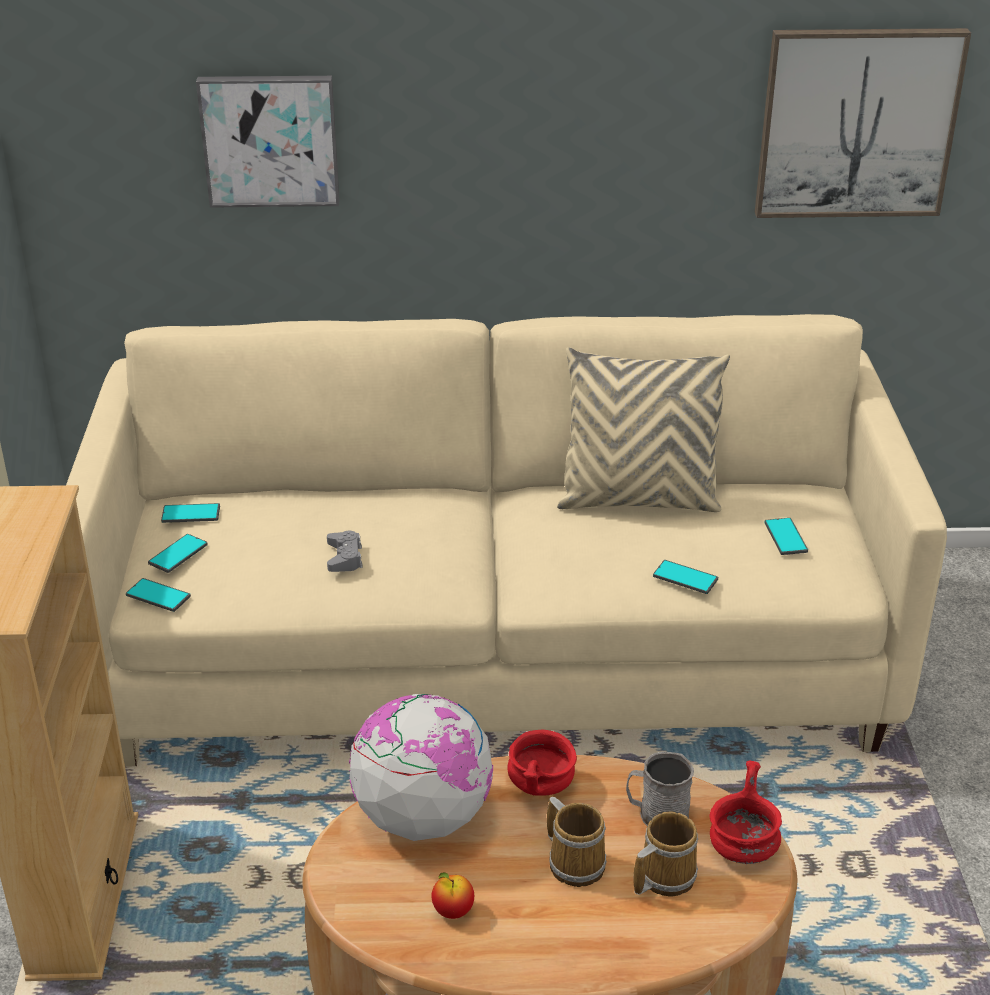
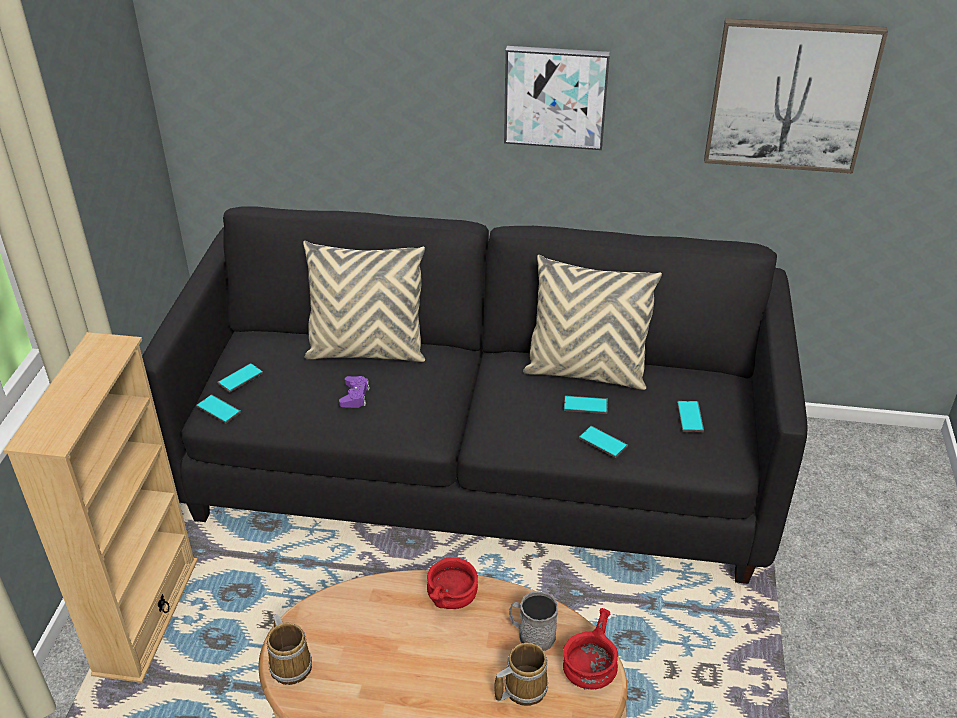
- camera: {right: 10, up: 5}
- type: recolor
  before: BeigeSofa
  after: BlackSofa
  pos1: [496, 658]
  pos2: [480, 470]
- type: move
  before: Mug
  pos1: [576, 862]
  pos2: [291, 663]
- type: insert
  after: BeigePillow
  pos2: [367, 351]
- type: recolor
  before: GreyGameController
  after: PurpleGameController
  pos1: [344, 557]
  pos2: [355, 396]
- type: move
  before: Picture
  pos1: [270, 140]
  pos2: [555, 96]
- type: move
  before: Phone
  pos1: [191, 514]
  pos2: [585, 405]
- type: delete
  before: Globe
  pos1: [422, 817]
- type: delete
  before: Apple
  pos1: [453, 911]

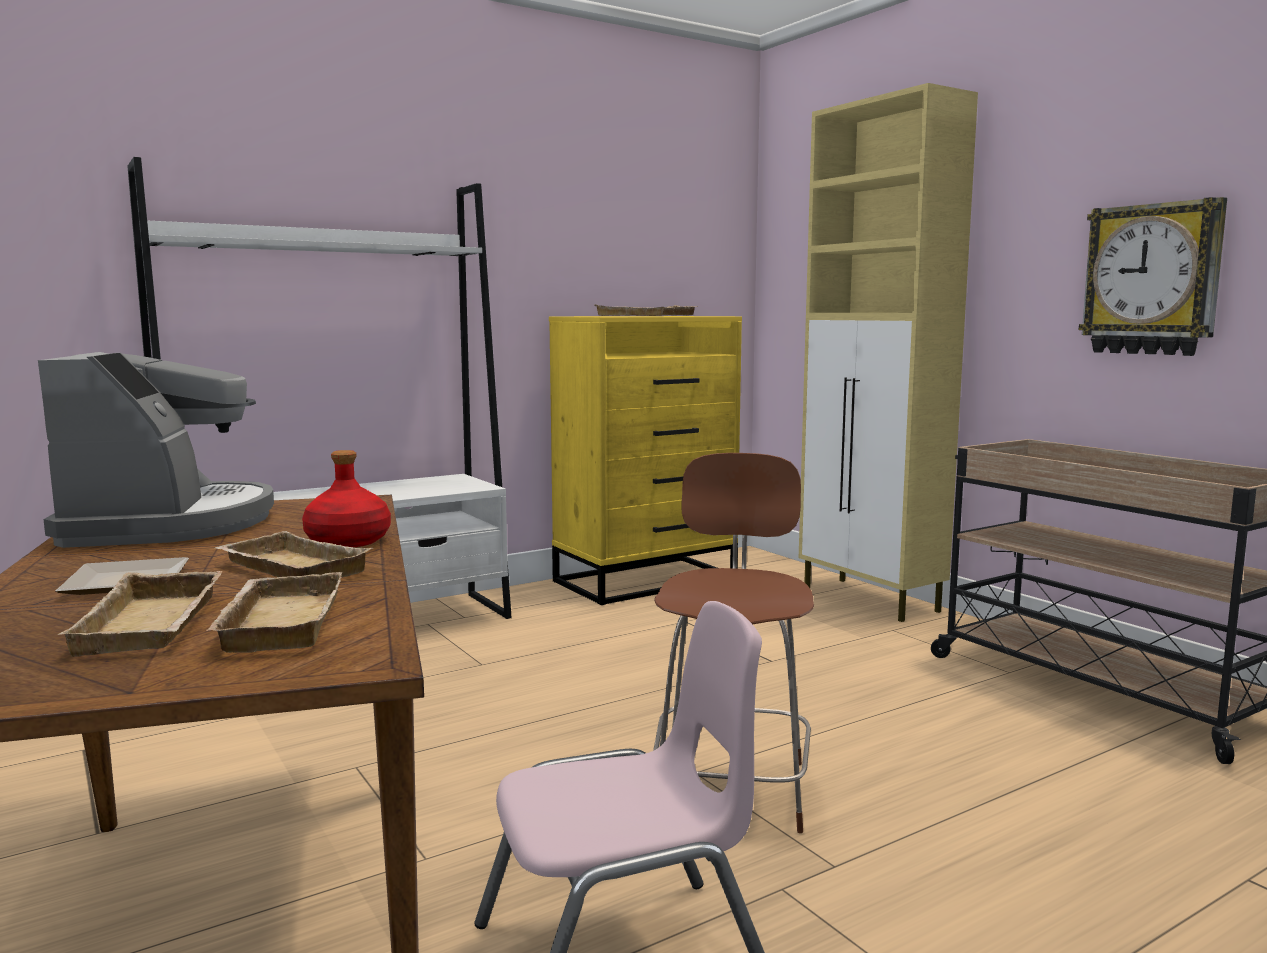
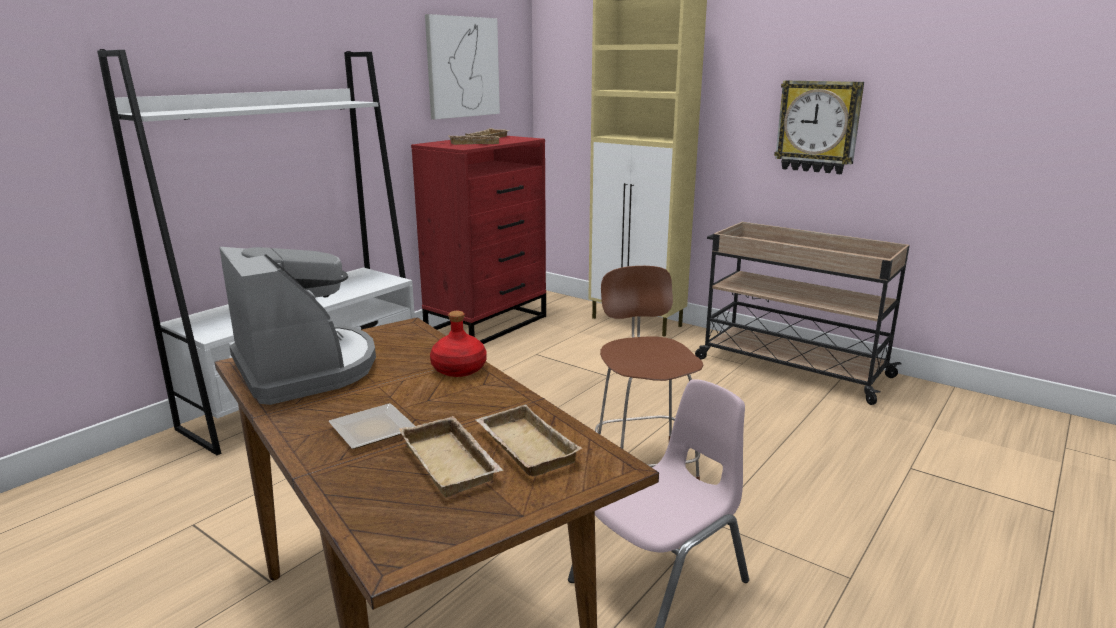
- camera: {right: -20, up: 10}
- type: recolor
  before: YellowDresser
  after: RedDresser
  pos1: [647, 580]
  pos2: [488, 324]
- type: insert
  after: Picture
  pos2: [462, 67]
- type: delete
  before: BeigeTray
  pos1: [288, 569]

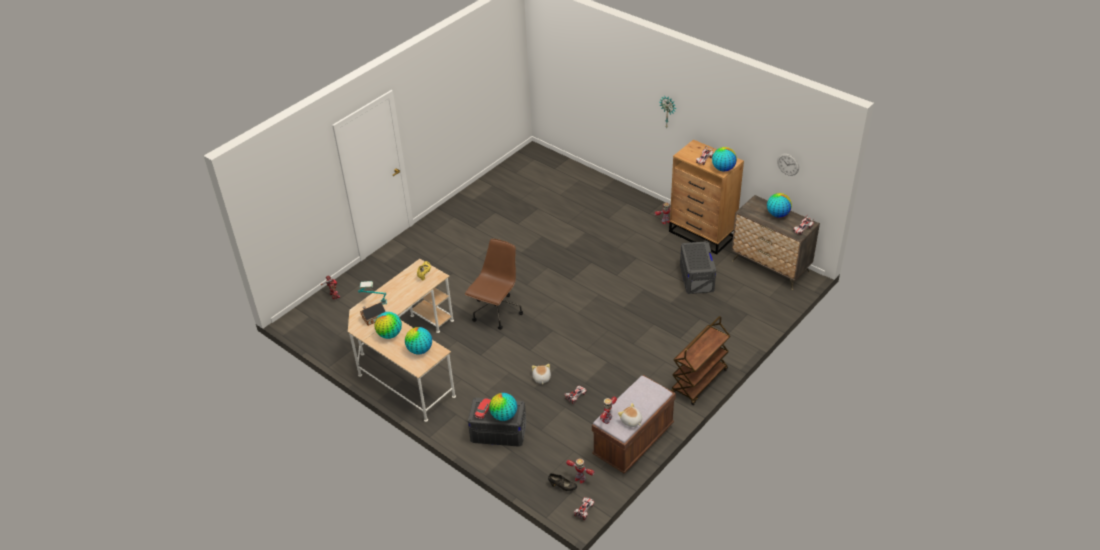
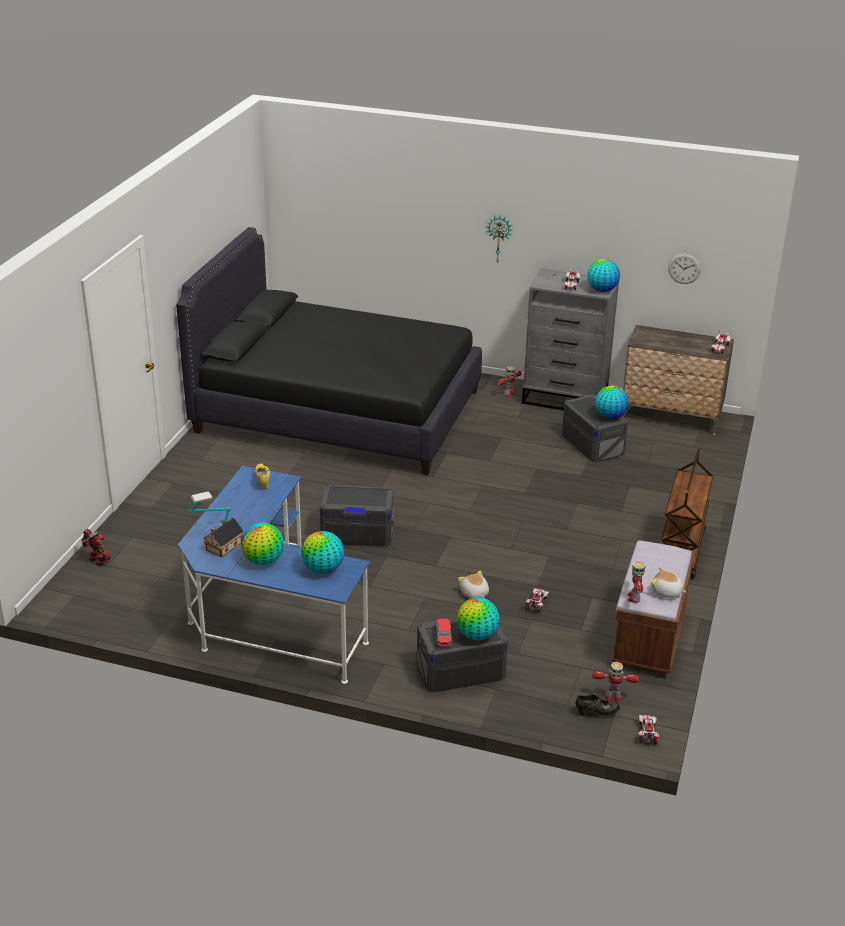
- camera: {right: -25, up: -10}
- type: insert
  after: BlackBed
  pos2: [338, 411]
- type: recolor
  before: BeigeDesk
  after: BlueDesk
  pos1: [407, 360]
  pos2: [266, 616]
- type: replace
  before: BrownOfficeChair
  after: GreyStorageBox
  pos1: [496, 312]
  pos2: [357, 532]
- type: recolor
  before: BrownDresser
  after: GreyDresser
  pos1: [702, 234]
  pos2: [565, 399]
- type: move
  before: Globe
  pos1: [777, 214]
  pos2: [610, 416]

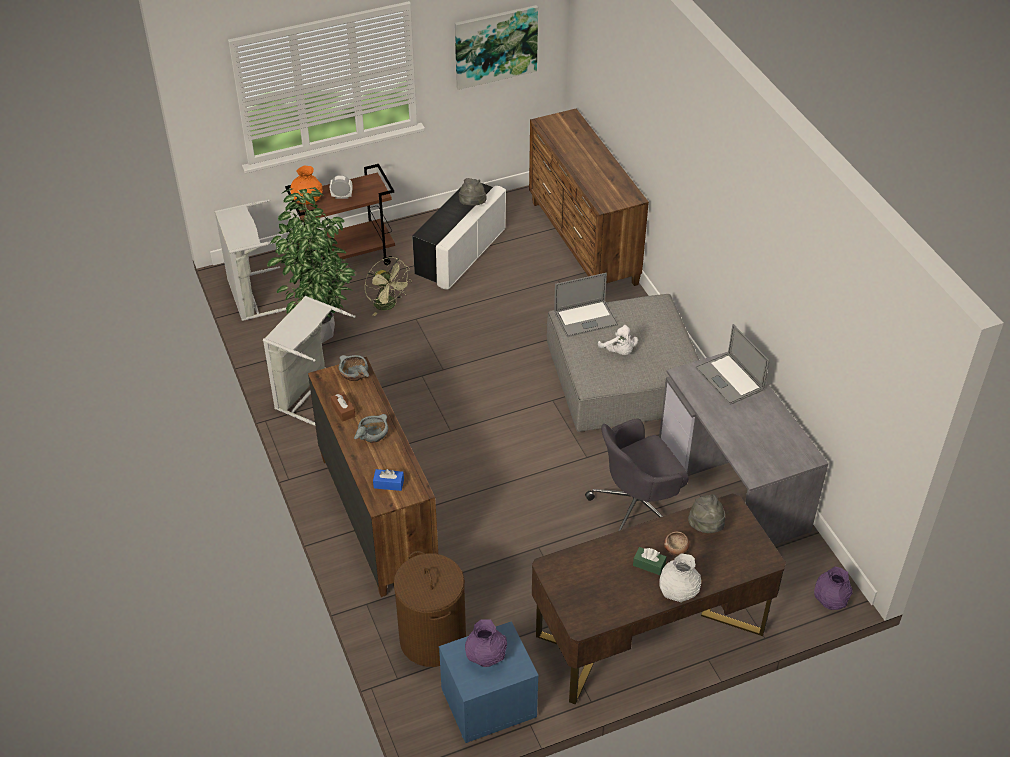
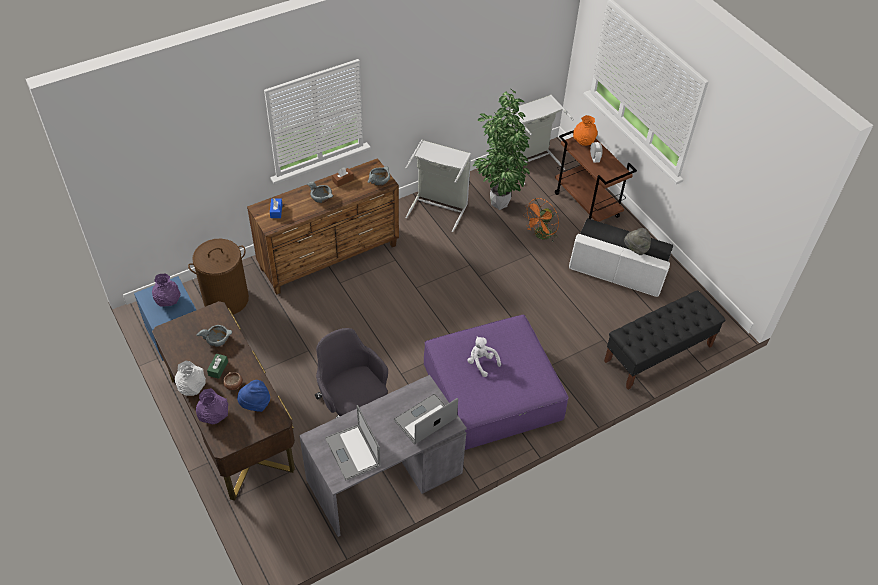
- camera: {right: 80, up: 5}
- type: insert
  after: GreyBowl
  pos2: [217, 340]
- type: move
  before: PurpleVase
  pos1: [830, 600]
  pos2: [214, 416]
- type: recolor
  before: GreyHat
  after: BlueHat
  pos1: [706, 527]
  pos2: [255, 404]
- type: move
  before: Laptop
  pos1: [585, 318]
  pos2: [352, 452]
- type: recolor
  before: GreyOttoman
  after: PurpleOttoman
  pos1: [623, 380]
  pos2: [491, 393]
- type: rotate
  before: WhitePlushToy
  pos1: [619, 352]
  pos2: [481, 362]
  turn: 90
- type: recolor
  before: GreenFan
  after: OrangeFan
  pos1: [388, 306]
  pos2: [541, 236]
- type: replace
  before: BrownDresser
  after: BlackBench
  pos1: [583, 243]
  pos2: [658, 354]
- type: delete
  before: Picture
  pos1: [495, 46]

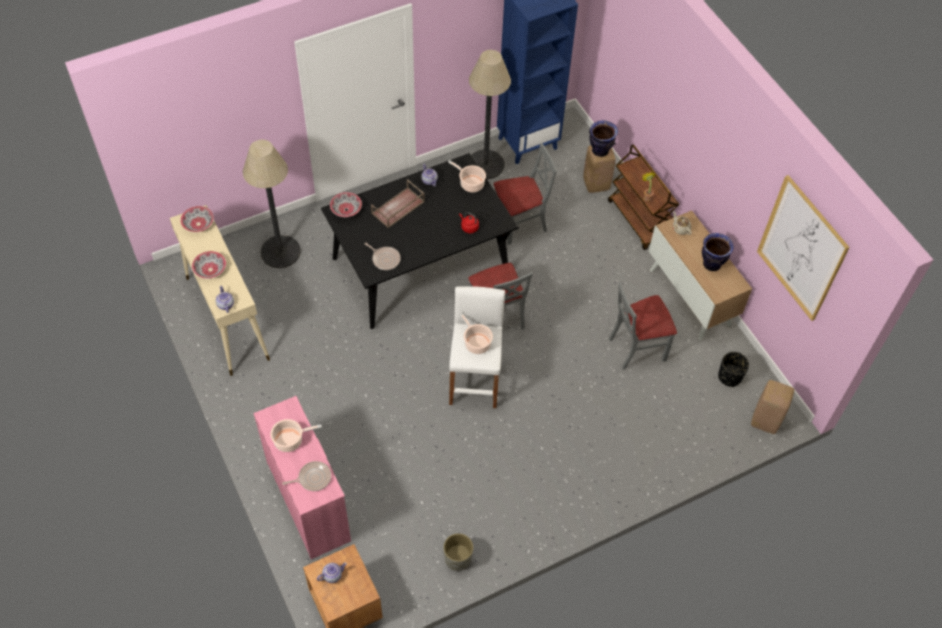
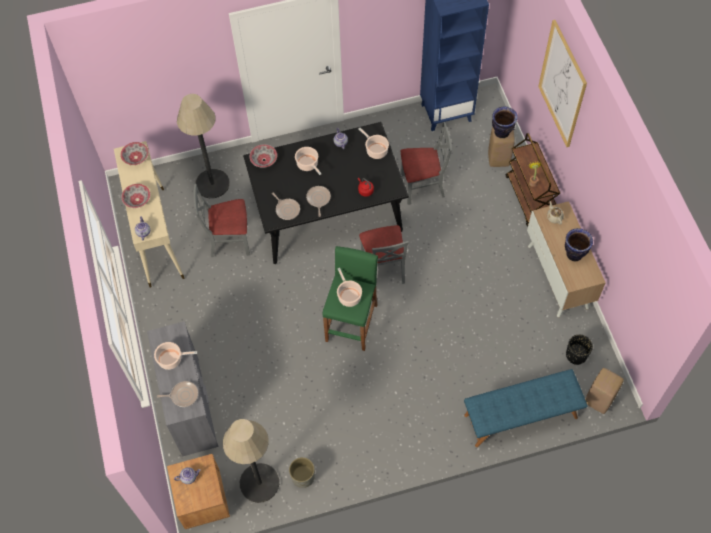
- camera: {right: 15, up: 5}
- type: recolor
  before: PinkDresser
  after: GreyDresser
  pos1: [309, 501]
  pos2: [191, 406]
- type: move
  before: GreyChair
  pos1: [637, 348]
  pos2: [229, 241]
- type: move
  before: FloorLamp
  pos1: [485, 164]
  pos2: [259, 483]
- type: replace
  before: BrownTray
  after: CookingPot
  pos1: [398, 208]
  pos2: [308, 164]
- type: insert
  after: FryingPan
  pos2: [318, 199]
- type: recolor
  before: WhiteStool
  after: GreenStool
  pos1: [475, 379]
  pos2: [352, 322]
- type: insert
  after: BlueBench
  pos2: [521, 417]
- type: move
  before: Picture
  pos1: [801, 249]
  pos2: [562, 84]

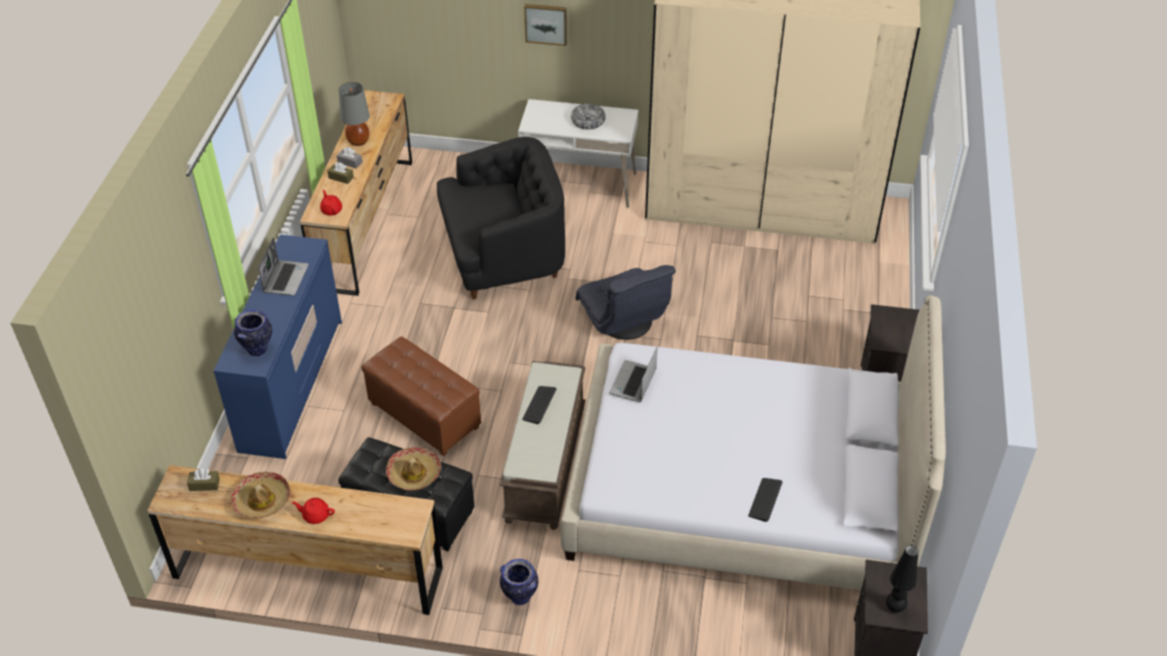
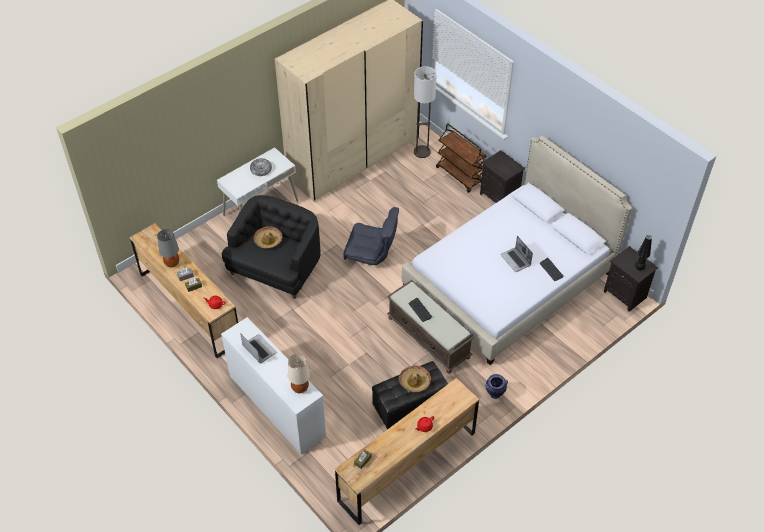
- camera: {right: -50, up: 5}
- type: recolor
  before: BlueDresser
  after: WhiteDresser
  pos1: [292, 384]
  pos2: [276, 405]
- type: move
  before: Hat
  pos1: [262, 500]
  pos2: [268, 240]
- type: replace
  before: Vase
  after: BeigeTableLamp
  pos1: [257, 349]
  pos2: [300, 388]
- type: insert
  after: FloorLamp
  pos2: [422, 152]
- type: insert
  after: BrownCart
  pos2: [460, 175]
- type: move
  before: Laptop
  pos1: [633, 383]
  pos2: [516, 260]
- type: delete
  before: BrownOttoman
  pos1: [424, 416]
- type: delete
  before: Picture
  pos1: [546, 23]

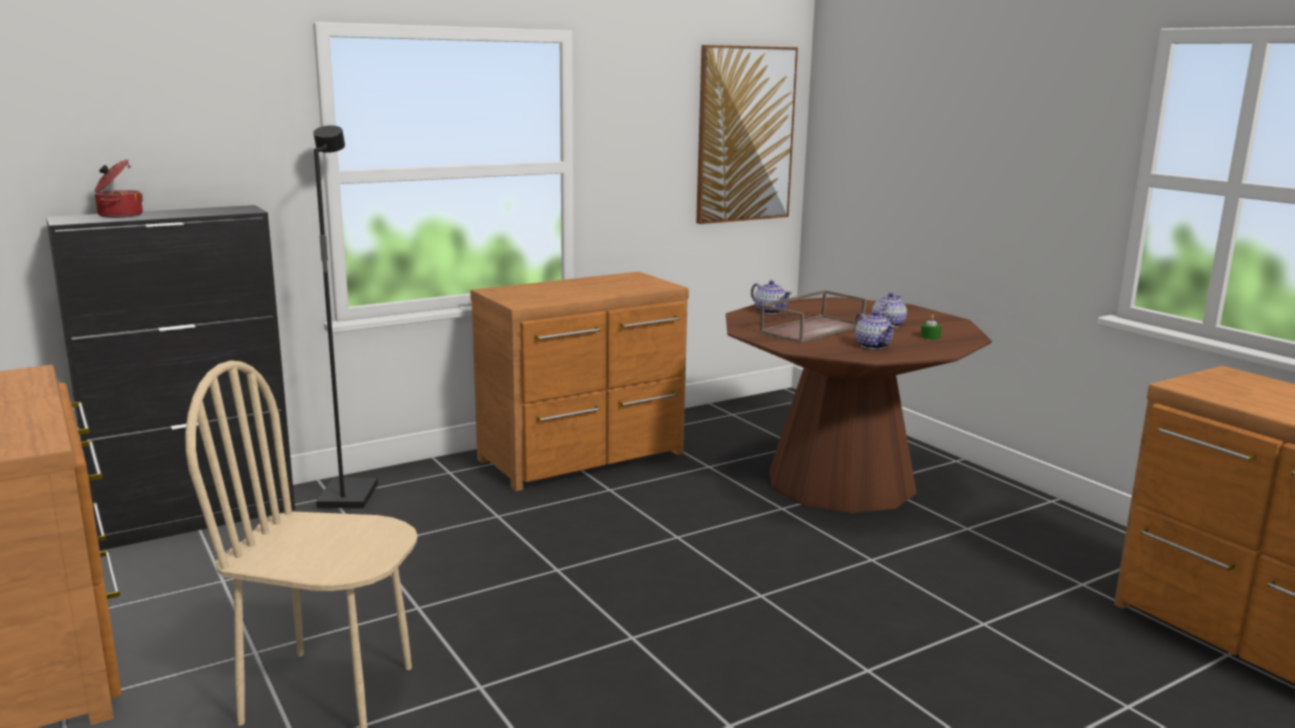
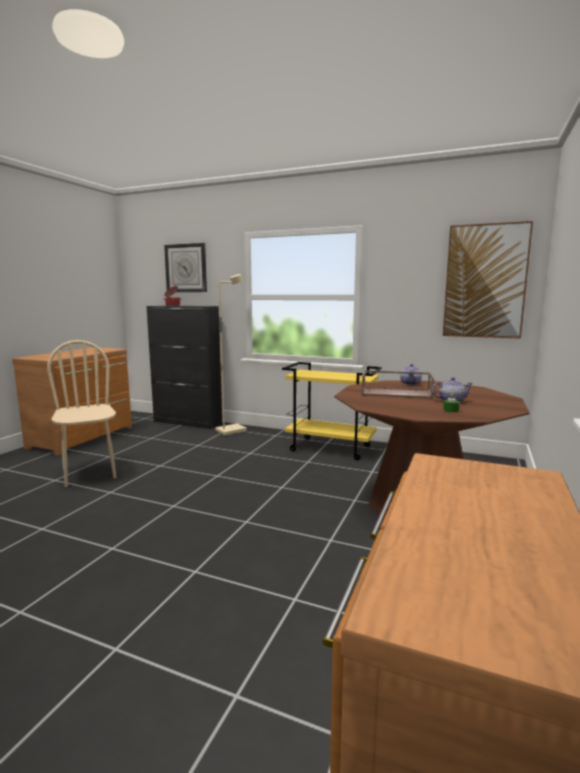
- camera: {right: 55, up: -5}
- type: insert
  after: WallClock
  pos2: [186, 268]
- type: recolor
  before: BlackFloorLamp
  after: BeigeFloorLamp
  pos1: [346, 496]
  pos2: [231, 430]
- type: replace
  before: BrownDresser
  after: YellowCart
  pos1: [585, 458]
  pos2: [331, 448]
- type: delete
  before: Teapot
  pos1: [873, 346]

